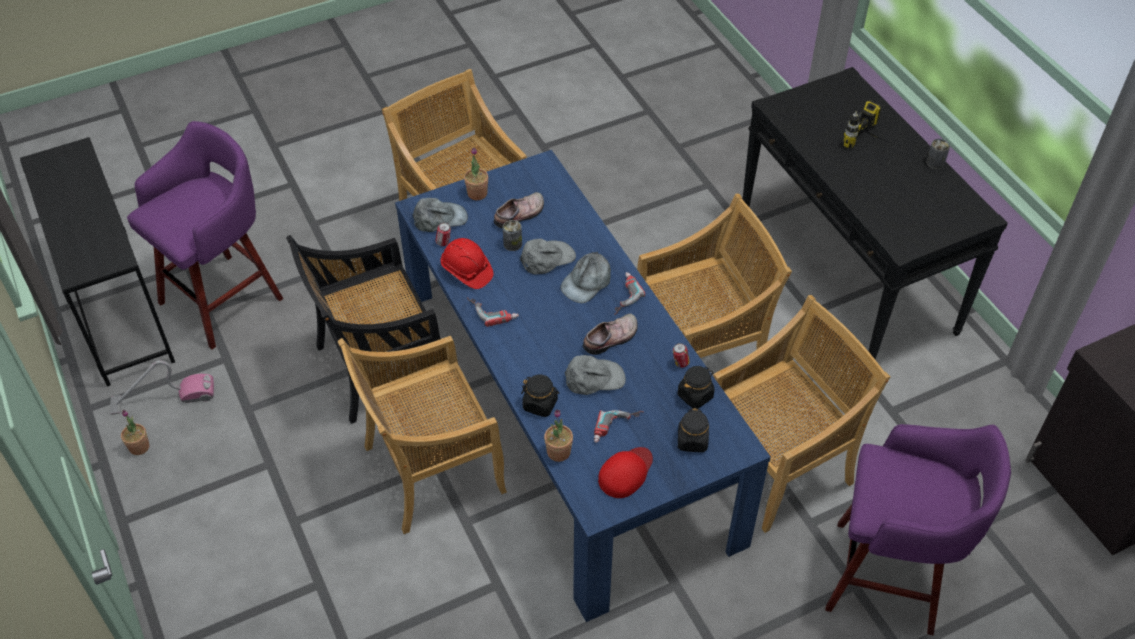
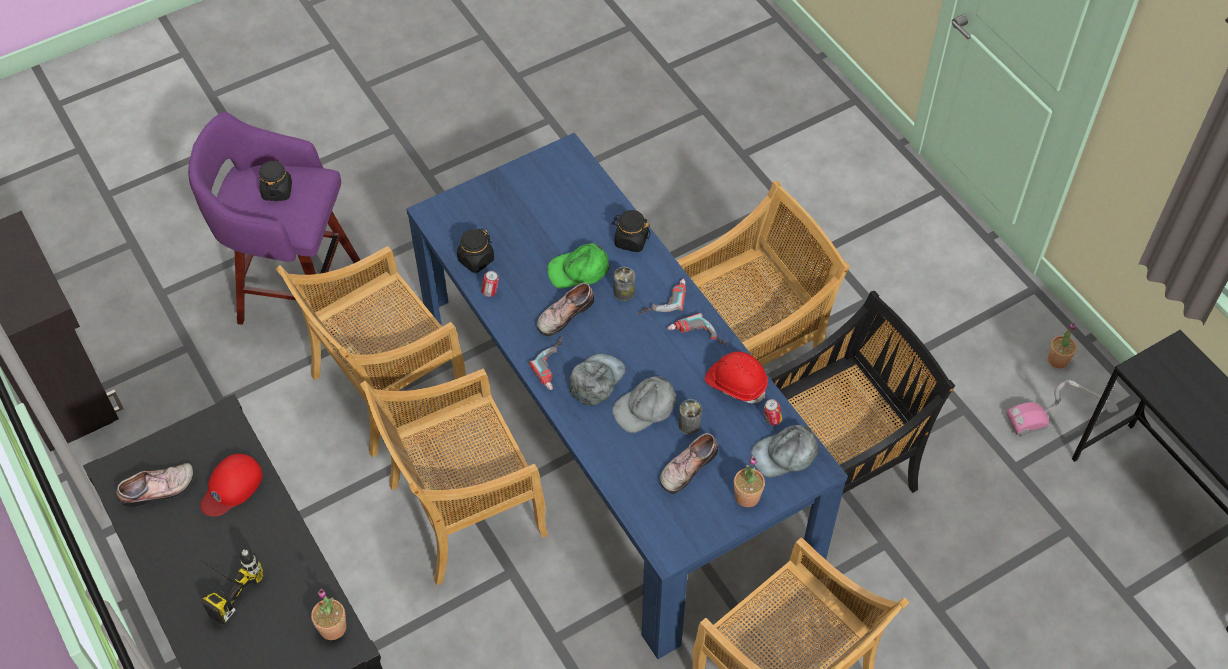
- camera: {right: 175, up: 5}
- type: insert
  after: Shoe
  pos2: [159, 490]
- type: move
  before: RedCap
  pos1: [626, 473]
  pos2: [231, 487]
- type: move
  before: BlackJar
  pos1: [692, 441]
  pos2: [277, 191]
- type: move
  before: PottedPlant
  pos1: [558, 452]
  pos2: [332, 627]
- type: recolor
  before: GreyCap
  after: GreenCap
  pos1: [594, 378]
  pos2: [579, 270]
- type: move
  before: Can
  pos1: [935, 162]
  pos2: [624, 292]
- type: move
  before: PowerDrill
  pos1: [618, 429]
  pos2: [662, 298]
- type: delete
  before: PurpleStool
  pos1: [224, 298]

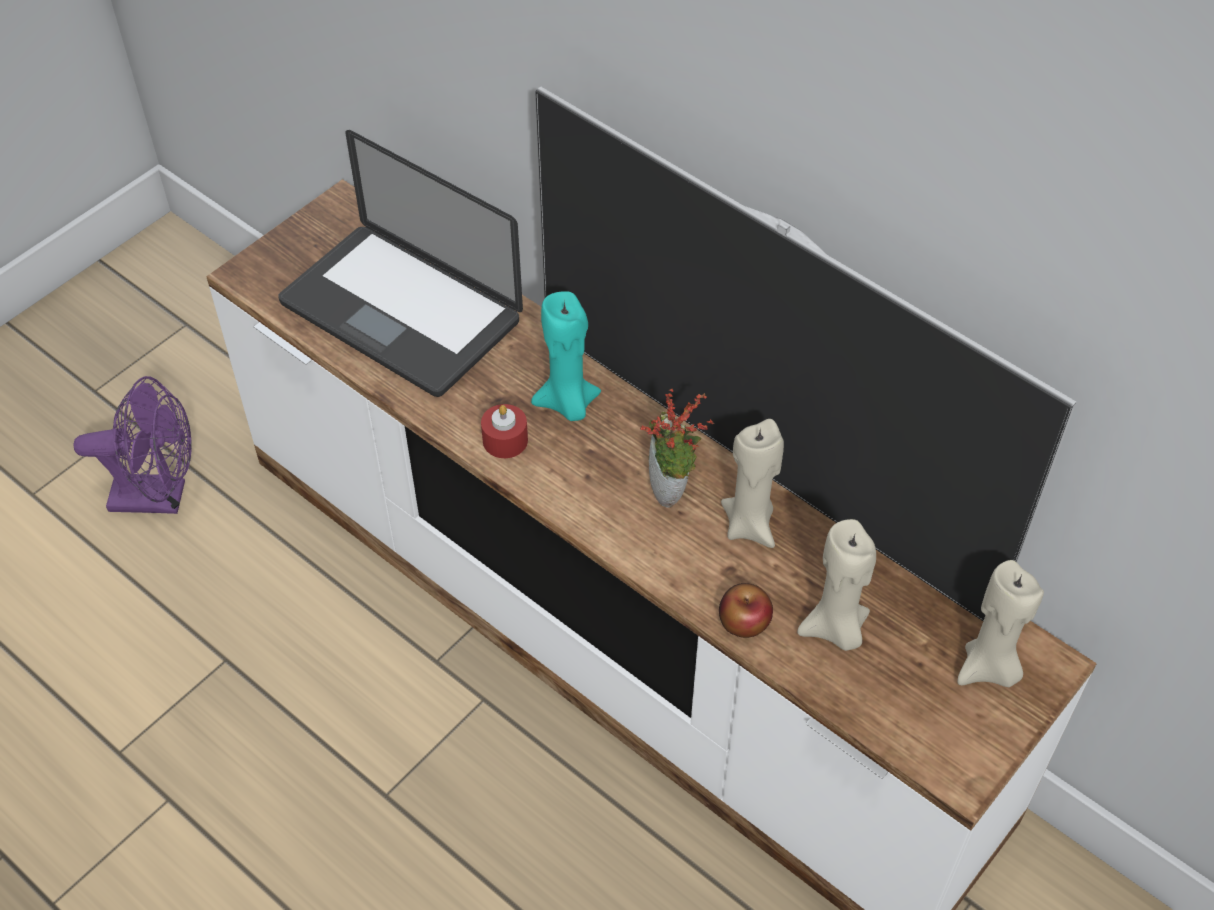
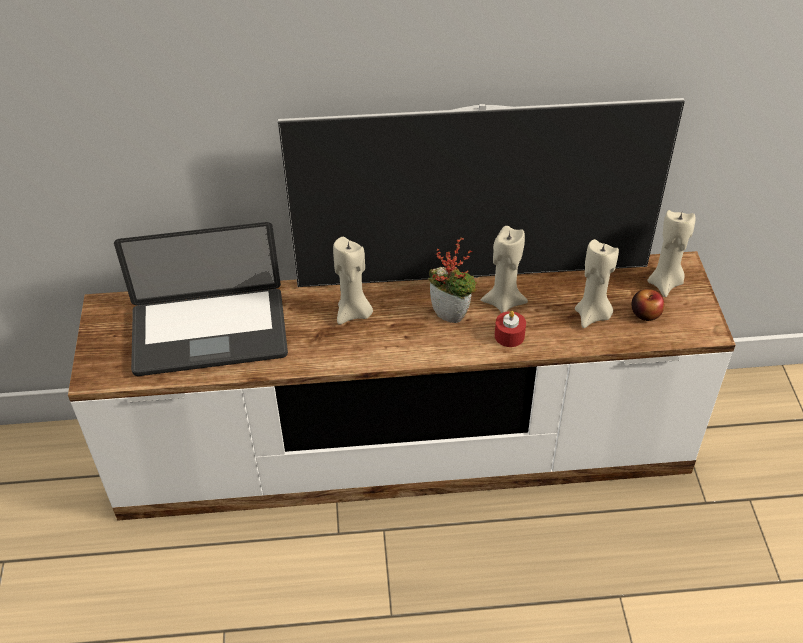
- camera: {right: -45, up: -5}
- type: recolor
  before: TurquoiseCandle
  after: BeigeCandle
  pos1: [567, 404]
  pos2: [354, 313]
- type: move
  before: RedCandle
  pos1: [505, 440]
  pos2: [509, 335]
- type: move
  before: Apple
  pos1: [744, 621]
  pos2: [645, 313]
- type: delete
  before: PurpleFan
  pos1: [160, 496]

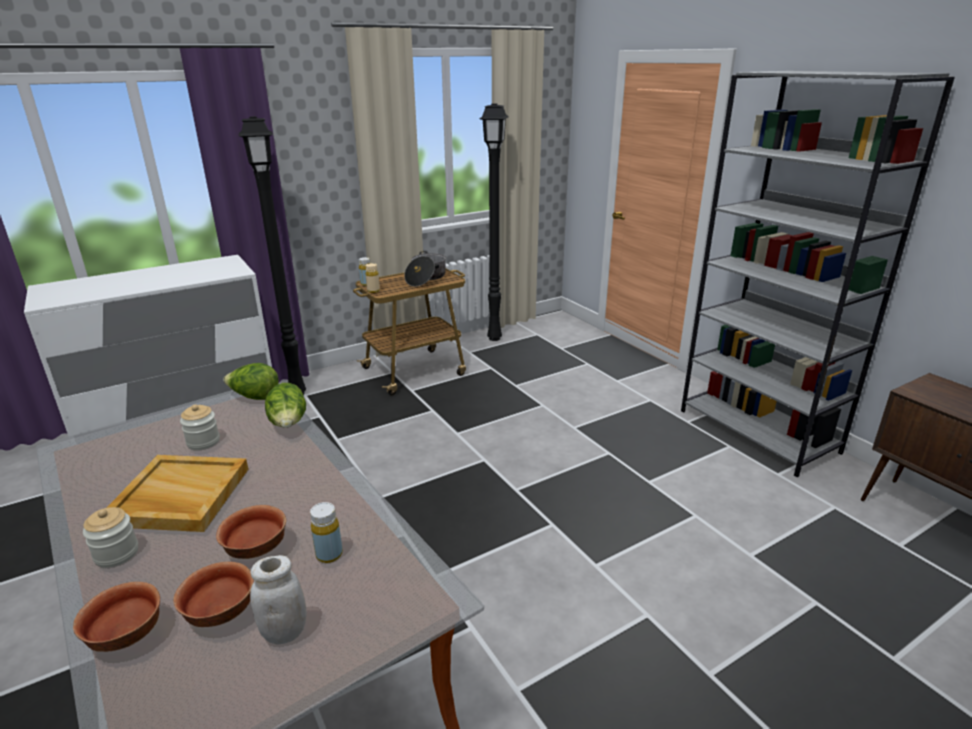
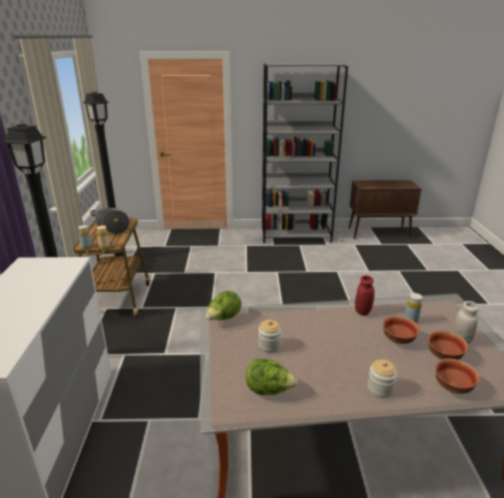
- camera: {right: -60, up: 0}
- type: move
  before: Lettuce
  pos1: [289, 424]
  pos2: [269, 390]
- type: insert
  after: RedJar
  pos2: [362, 311]
- type: delete
  before: BeigeTray
  pos1: [179, 496]

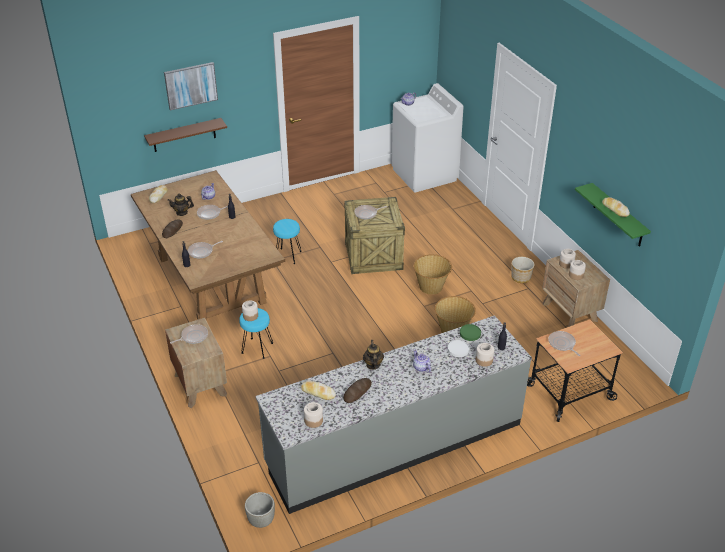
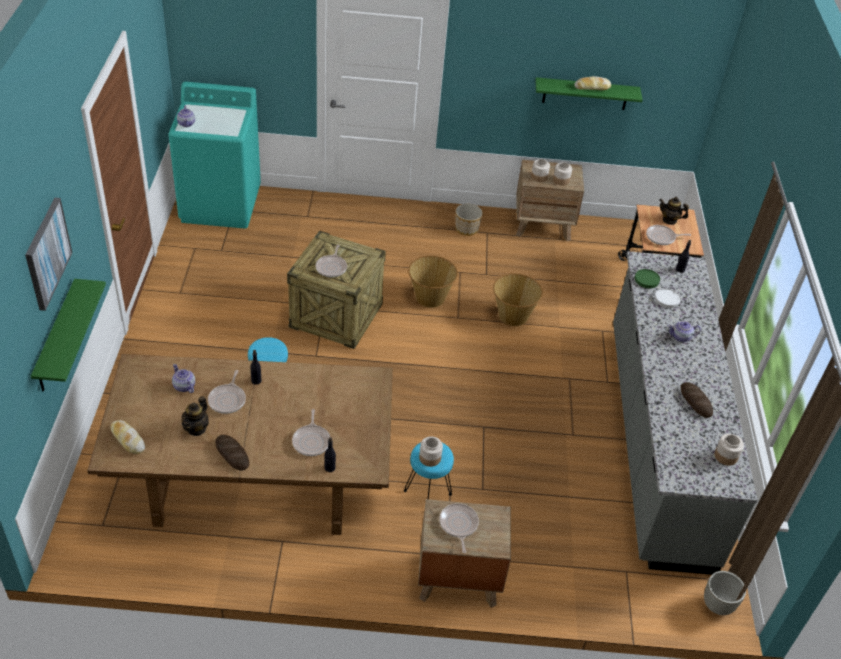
- camera: {right: -65, up: 5}
- type: recolor
  before: BrownShelf
  after: GreenShelf
  pos1: [184, 135]
  pos2: [56, 338]
- type: recolor
  before: WhiteWashingMachine
  after: TurquoiseWashingMachine
  pos1: [424, 175]
  pos2: [221, 204]
- type: move
  before: Teapot
  pos1: [373, 365]
  pos2: [669, 220]
- type: delete
  before: Bread
  pos1: [318, 392]
- type: delete
  before: Jar
  pos1: [484, 360]

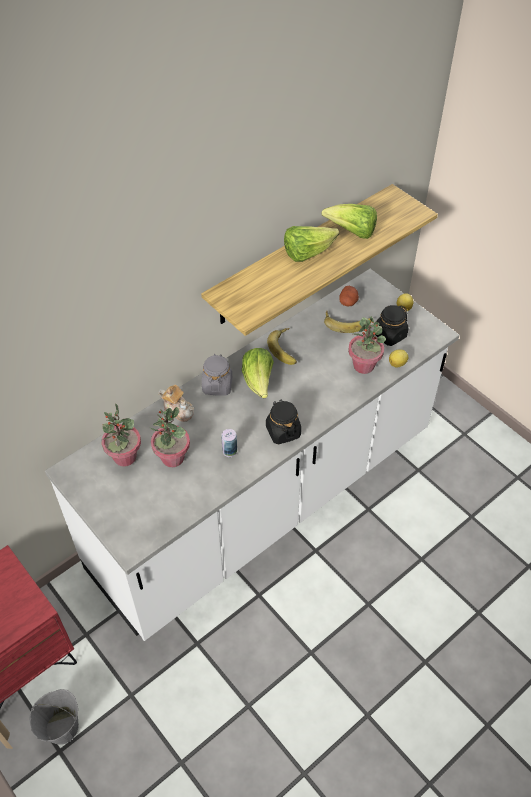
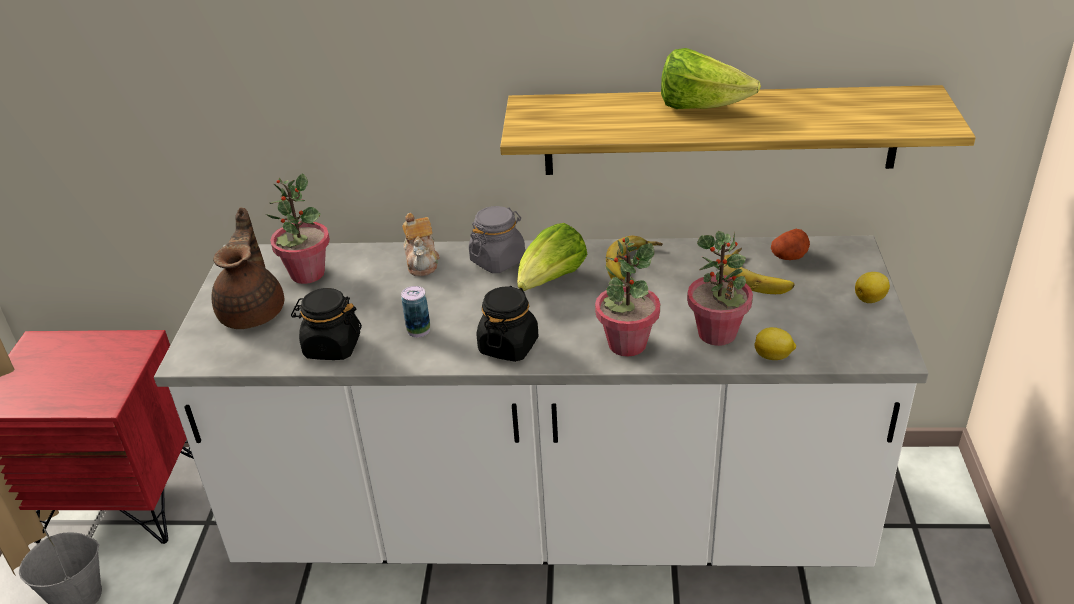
- camera: {right: 45, up: -15}
- type: insert
  after: BrownTeapot
  pos2: [254, 311]
- type: move
  before: BlackJar
  pos1: [389, 335]
  pos2: [332, 347]
- type: move
  before: PottedPlant
  pos1: [172, 458]
  pos2: [626, 344]
- type: delete
  before: Lettuce
  pos1: [352, 232]

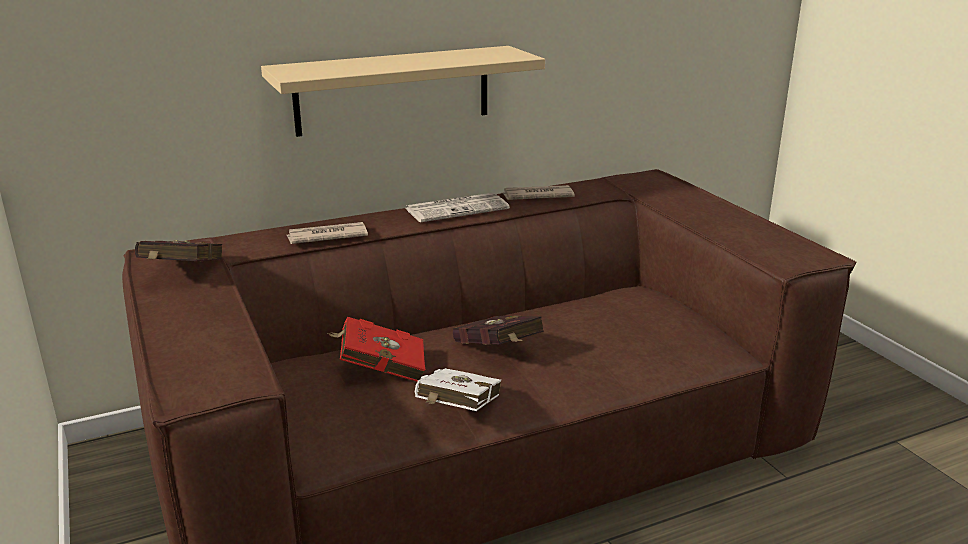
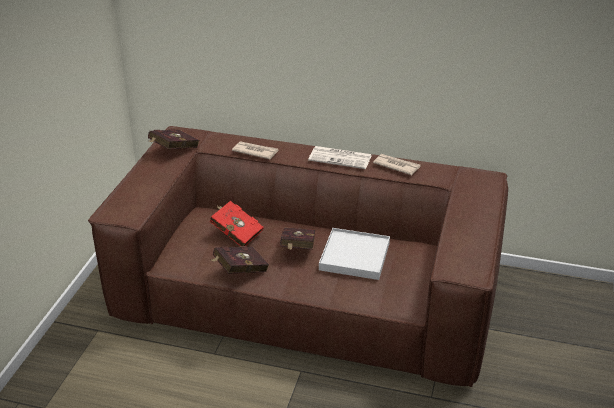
- camera: {right: 40, up: 10}
- type: recolor
  before: WhiteBook
  after: RedBook
  pos1: [457, 412]
  pos2: [238, 270]
- type: insert
  after: WhiteTray
  pos2: [355, 256]
- type: delete
  before: BeigeShelf
  pos1: [393, 90]

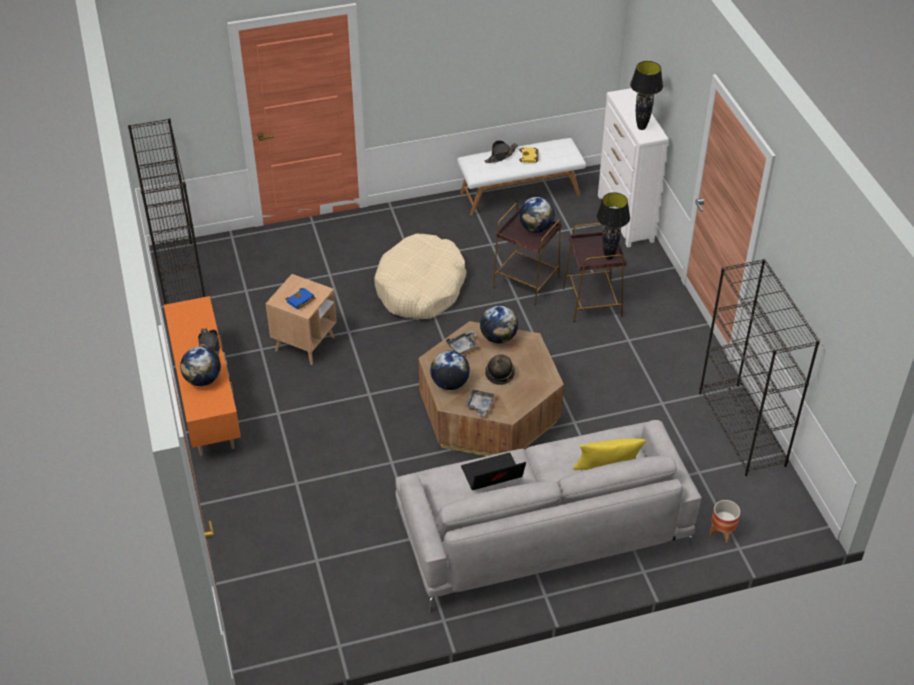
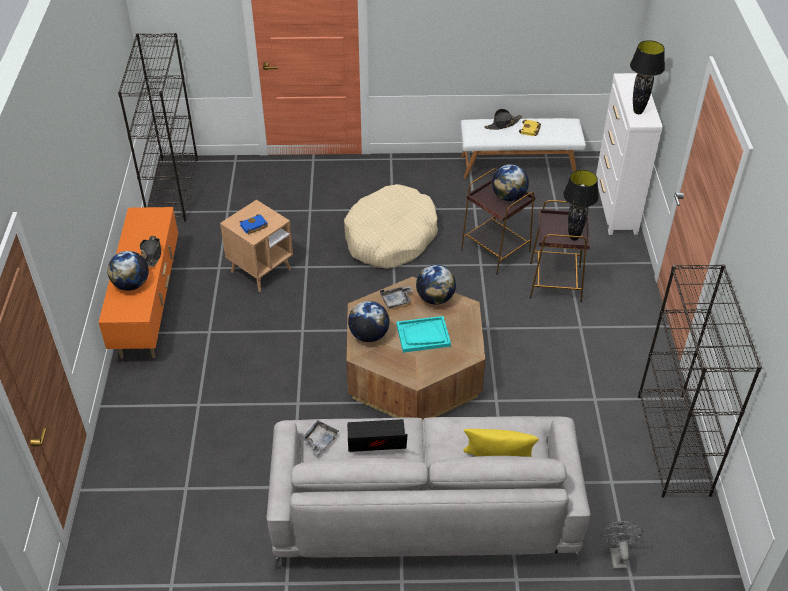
- camera: {right: 15, up: 0}
- type: move
  before: GreyTray
  pos1: [480, 405]
  pos2: [320, 440]
- type: replace
  before: Hat
  after: TurquoiseTray
  pos1: [500, 374]
  pos2: [423, 335]
- type: replace
  before: Planter
  after: GreyFan
  pos1: [722, 532]
  pos2: [616, 555]

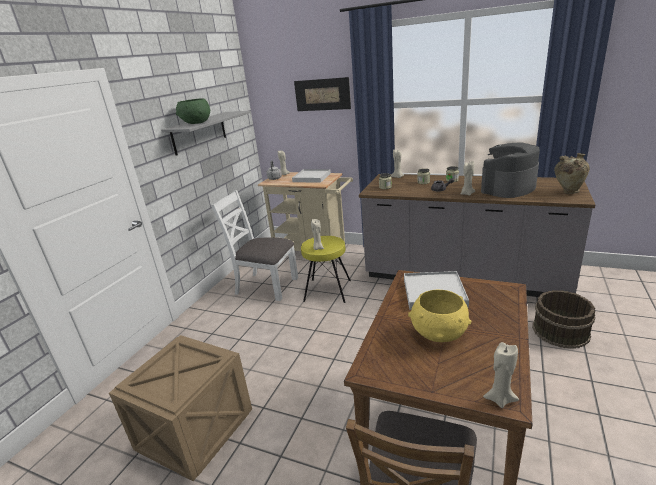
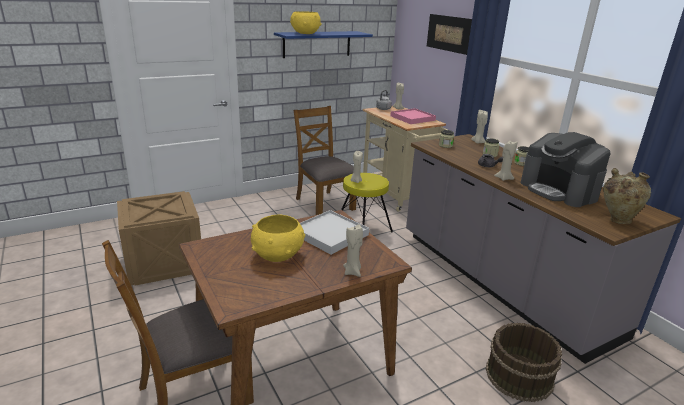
- camera: {right: 35, up: 0}
- type: recolor
  before: GreyShelf
  after: BlueShelf
  pos1: [199, 132]
  pos2: [317, 44]
- type: recolor
  before: GreenBowl
  after: YellowBowl
  pos1: [196, 123]
  pos2: [305, 33]
- type: recolor
  before: WhiteChair
  after: BrownChair
  pos1: [266, 286]
  pos2: [324, 204]
- type: move
  before: BeigeCandle
  pos1: [500, 399]
  pos2: [352, 272]
- type: recolor
  before: WhiteTray
  after: PinkTray
  pos1: [311, 177]
  pos2: [412, 118]
- type: rotate
  before: CoffeeMachine
  pos1: [508, 188]
  pos2: [559, 191]
  turn: -120

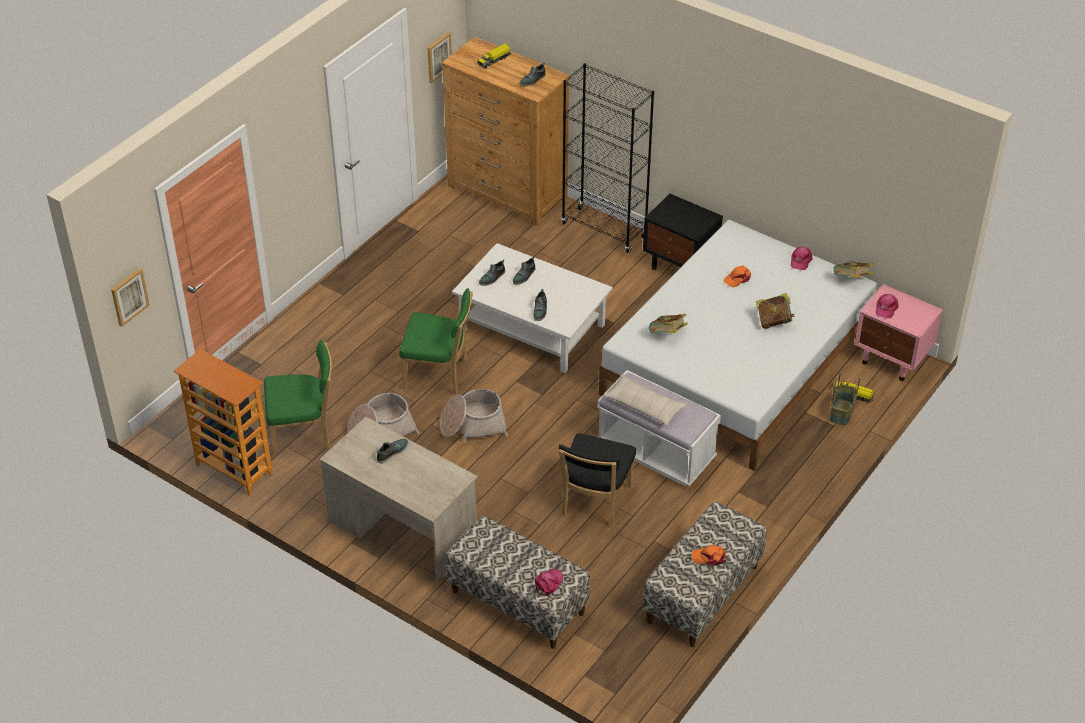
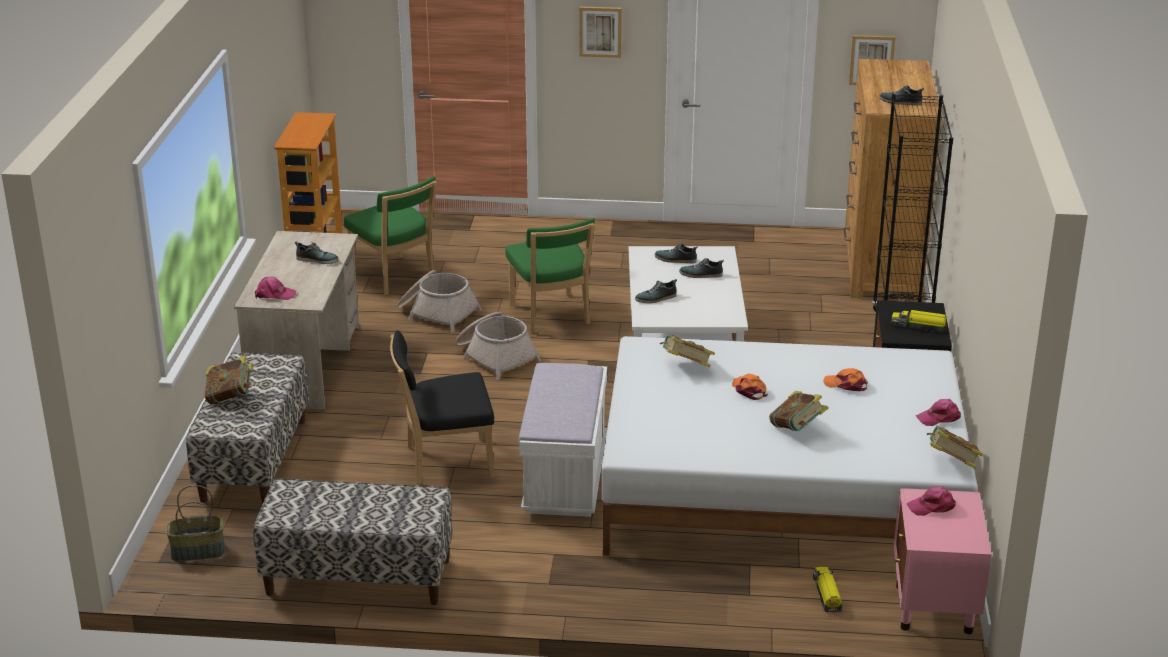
- camera: {right: 60, up: -15}
- type: move
  before: Basket
  pos1: [842, 413]
  pos2: [197, 552]
- type: insert
  after: Book
  pos2: [230, 397]
- type: move
  before: PinkCap
  pos1: [548, 583]
  pos2: [274, 294]
- type: move
  before: Picture
  pos1: [129, 296]
  pos2: [600, 31]
- type: move
  before: OrangeCap
  pos1: [709, 557]
  pos2: [749, 390]
- type: move
  before: ToyTruck
  pos1: [494, 60]
  pos2: [919, 327]
- type: delete
  before: BeigePillow
  pos1: [644, 406]

